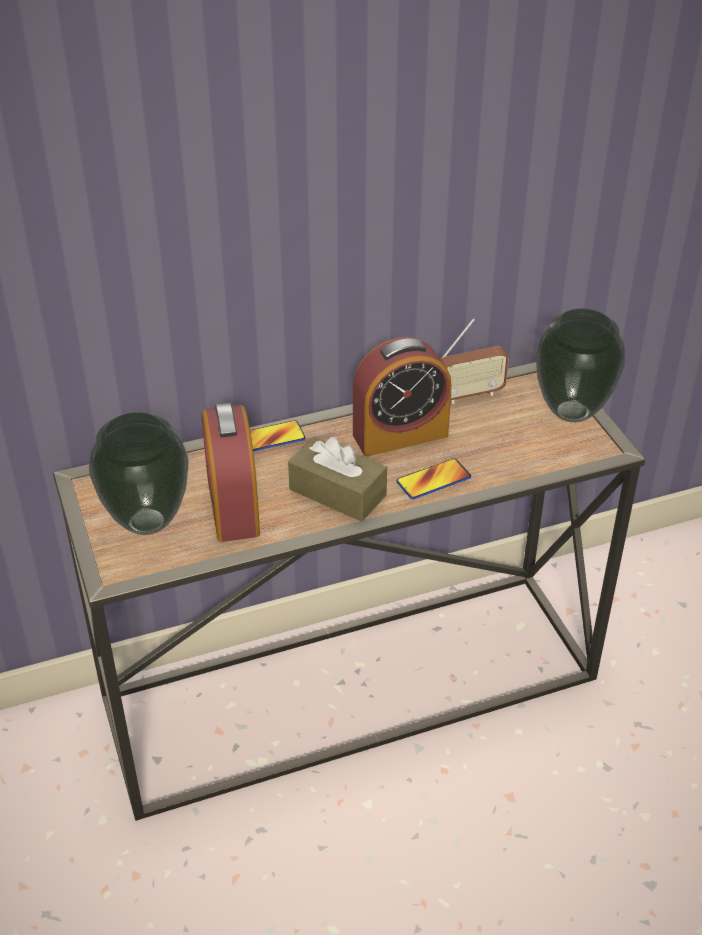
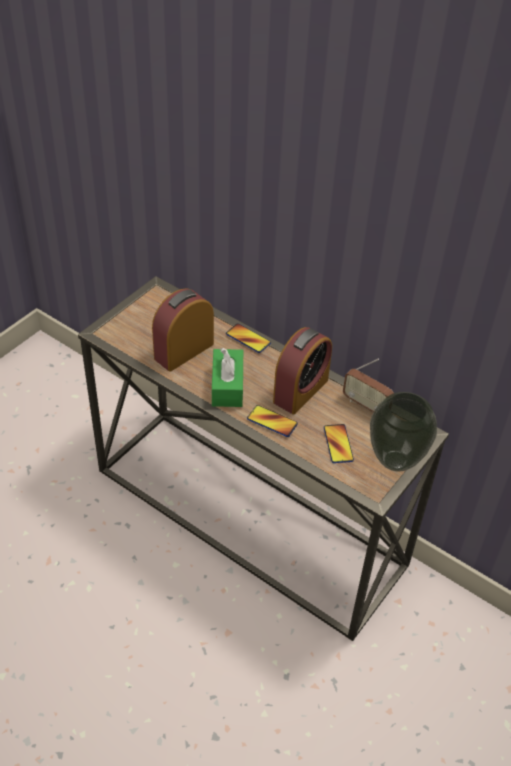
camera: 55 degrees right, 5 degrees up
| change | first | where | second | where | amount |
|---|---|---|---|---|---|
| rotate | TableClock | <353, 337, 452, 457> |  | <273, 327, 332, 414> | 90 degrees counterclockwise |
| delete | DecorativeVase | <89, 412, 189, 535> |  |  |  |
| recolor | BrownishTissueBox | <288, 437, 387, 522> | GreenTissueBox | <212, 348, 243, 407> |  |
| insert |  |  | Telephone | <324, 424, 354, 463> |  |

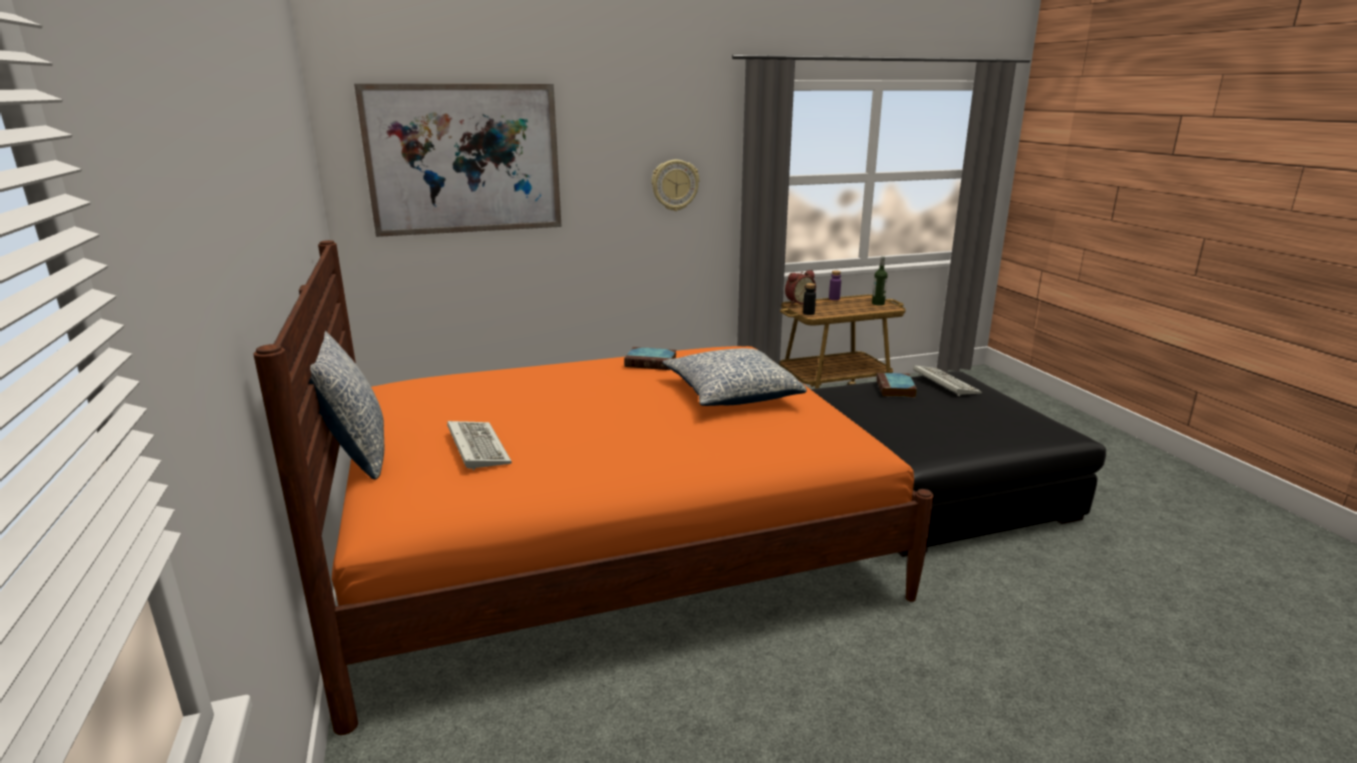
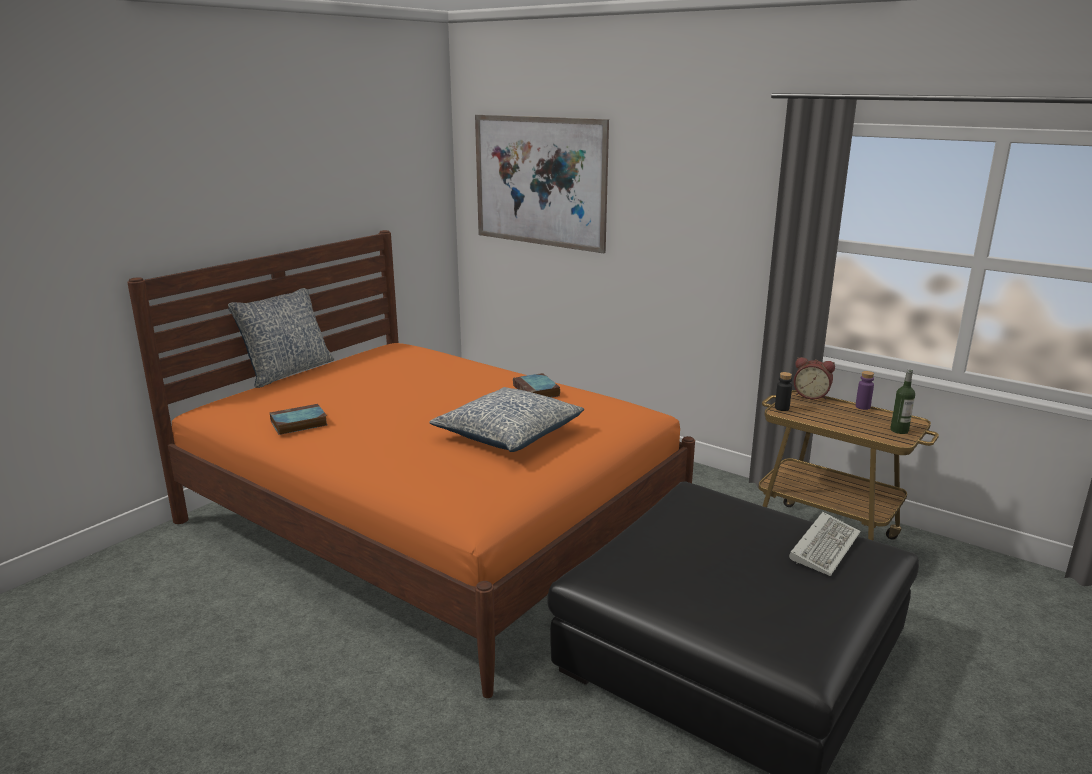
camera: 55 degrees right, 0 degrees up
| change | first | where | second | where | amount |
|---|---|---|---|---|---|
| delete | WallClock | <652, 160, 699, 211> |  |  |  |
| move | Volume | <876, 373, 917, 398> |  | <270, 404, 328, 435> |  |
| delete | ComputerKeyboard | <447, 421, 512, 470> |  |  |  |

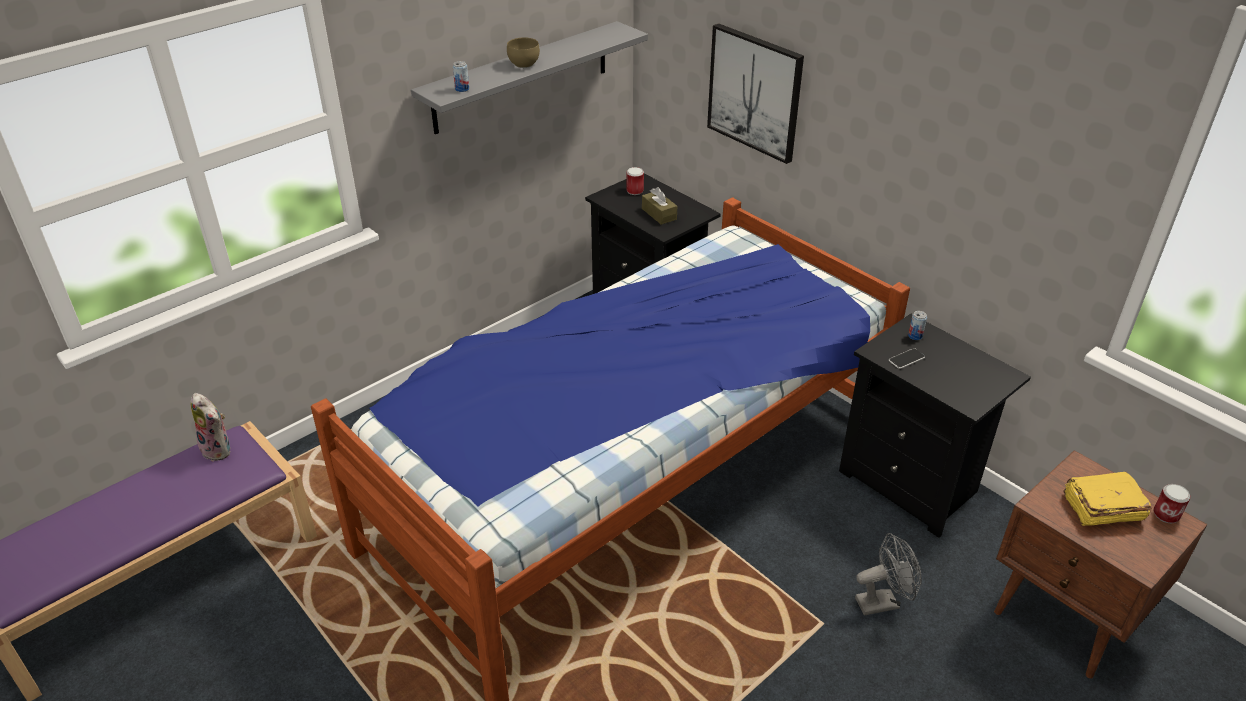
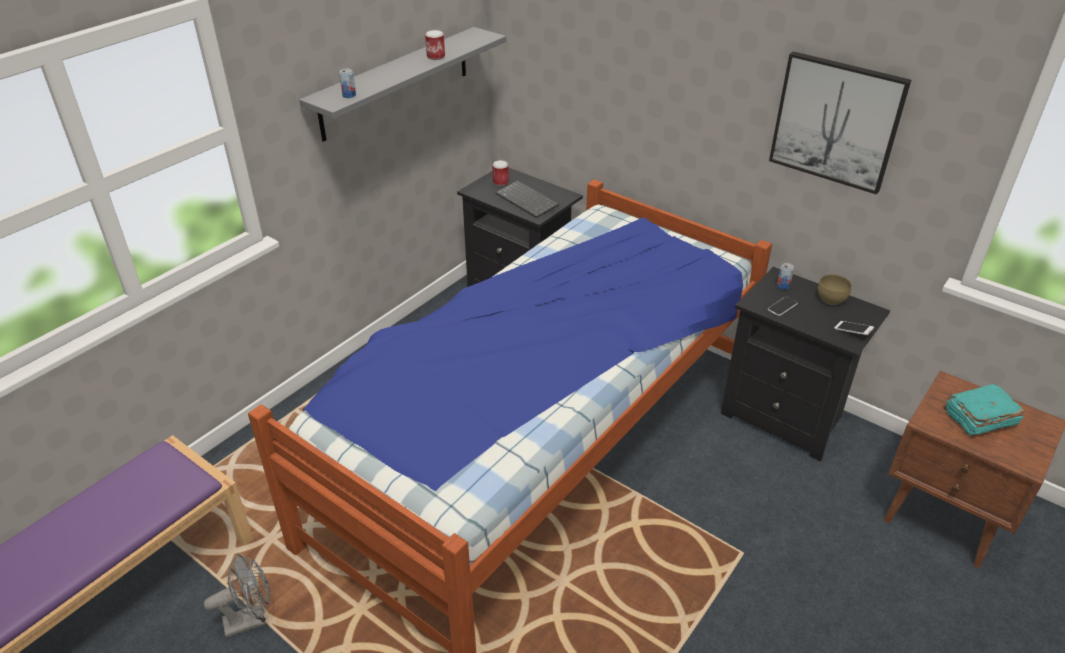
camera: 10 degrees left, 0 degrees up
| change | first | where | second | where | amount |
|---|---|---|---|---|---|
| move | Picture | <707, 23, 804, 164> |  | <769, 51, 911, 194> |  |
| move | BrownishServingBowl | <507, 37, 540, 68> |  | <818, 274, 852, 305> |  |
| replace | BrownishTissueBox | <642, 187, 677, 225> | ComputerKeyboard | <496, 180, 559, 218> |  |
| delete | CuddlyToy | <191, 393, 231, 462> |  |  |  |
| recolor | YellowColouredVolume | <1064, 472, 1152, 526> | TurquoiseColouredVolume | <944, 384, 1025, 436> |  |
| move | SealedCan | <1154, 484, 1190, 523> |  | <425, 30, 445, 60> |  |
| move | GrayFan | <855, 533, 922, 616> |  | <204, 554, 270, 638> |  |
| insert |  |  | Telephone | <834, 321, 874, 335> |  |

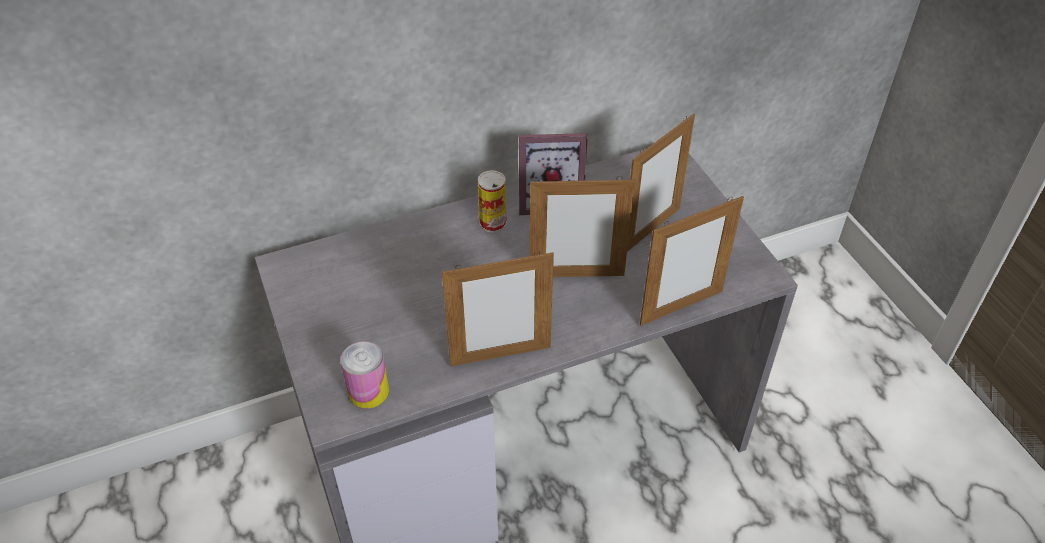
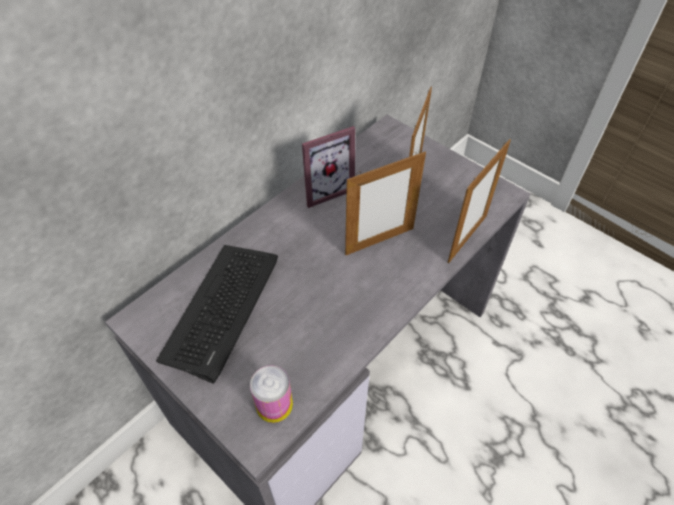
camera: 25 degrees left, 5 degrees up
| change | first | where | second | where | amount |
|---|---|---|---|---|---|
| delete | SealedCan | <478, 170, 506, 233> |  |  |  |
| delete | PhotoFrame | <442, 251, 554, 366> |  |  |  |
| insert |  |  | ComputerKeyboard | <156, 245, 278, 384> |  |

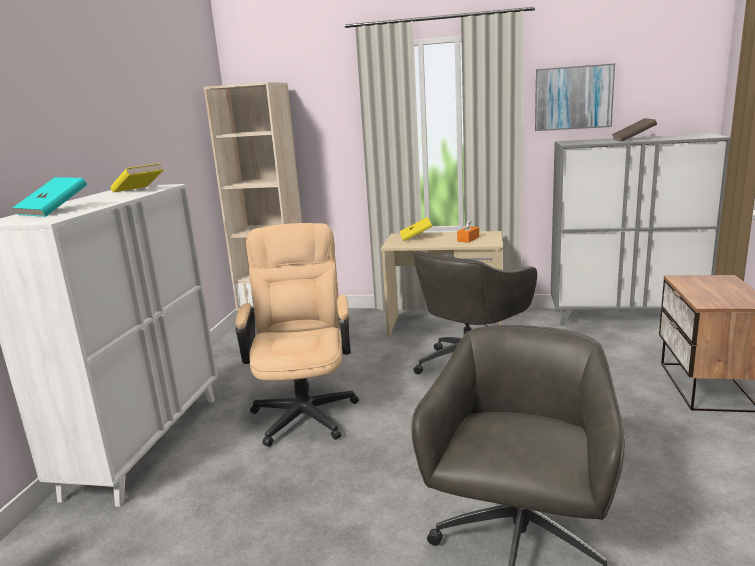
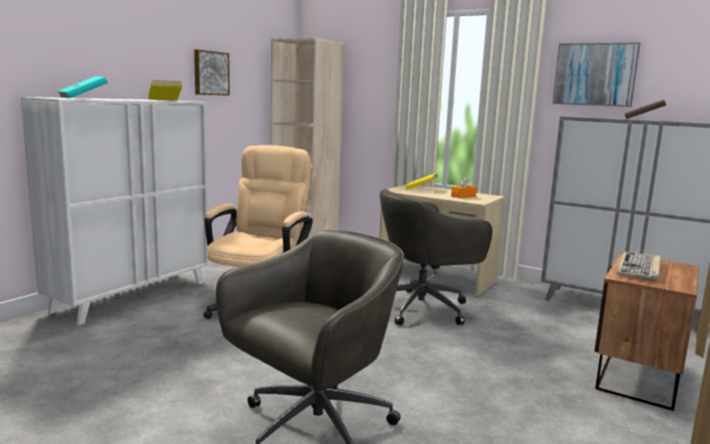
camera: 20 degrees right, 5 degrees down
| change | first | where | second | where | amount |
|---|---|---|---|---|---|
| insert |  |  | Picture | <194, 50, 230, 96> |  |
| insert |  |  | ComputerKeyboard | <617, 252, 661, 282> |  |

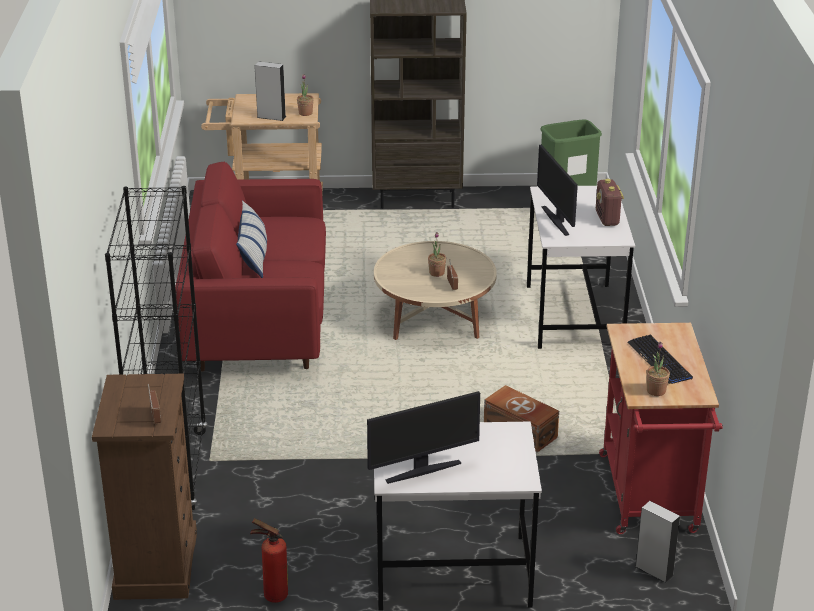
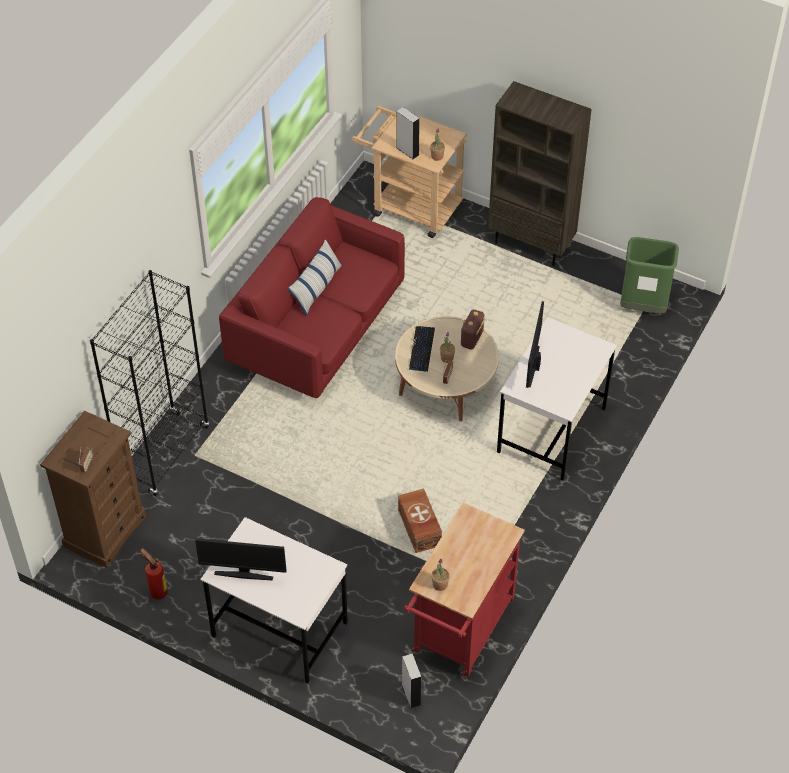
camera: 30 degrees right, 20 degrees up
| change | first | where | second | where | amount |
|---|---|---|---|---|---|
| move | RadioSet | <596, 179, 624, 226> |  | <461, 309, 485, 350> |  |
| move | ComputerKeyboard | <627, 334, 693, 384> |  | <409, 326, 435, 372> |  |

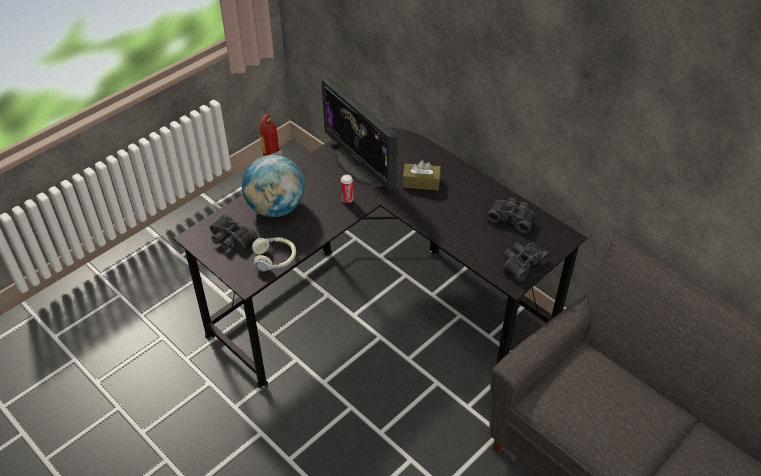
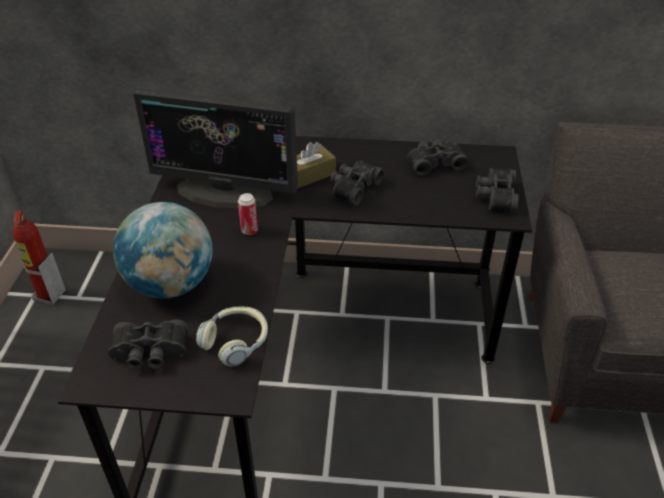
camera: 40 degrees left, 5 degrees down
| change | first | where | second | where | amount |
|---|---|---|---|---|---|
| insert |  |  | BlackColouredBinoculars | <330, 161, 385, 206> |  |

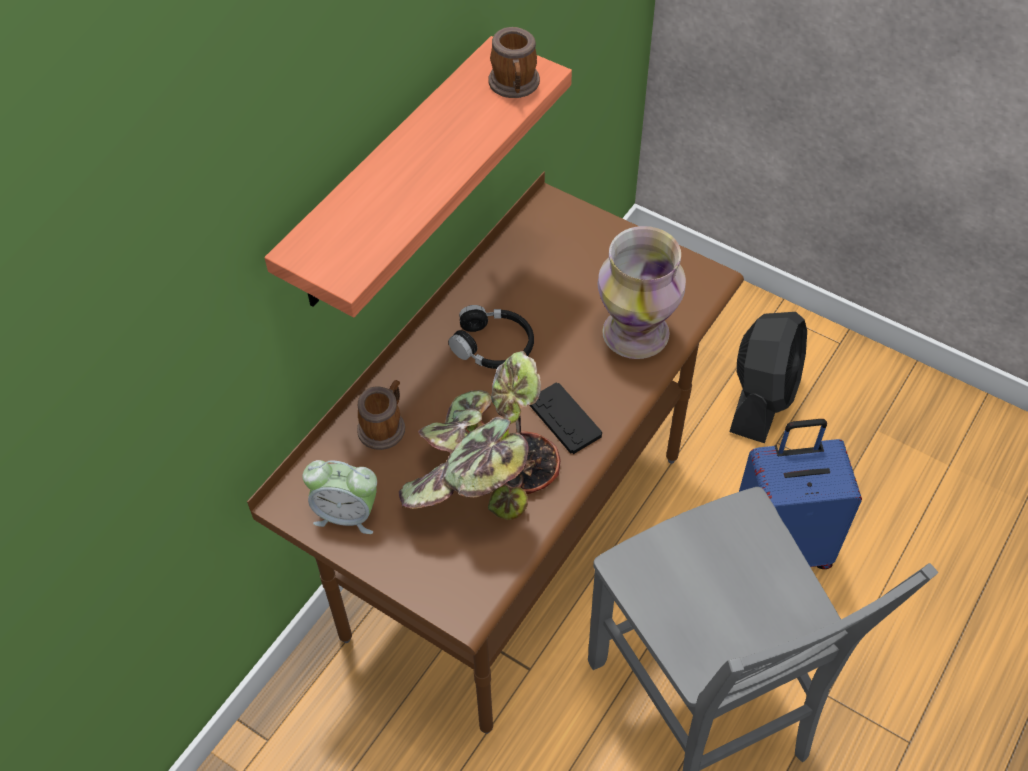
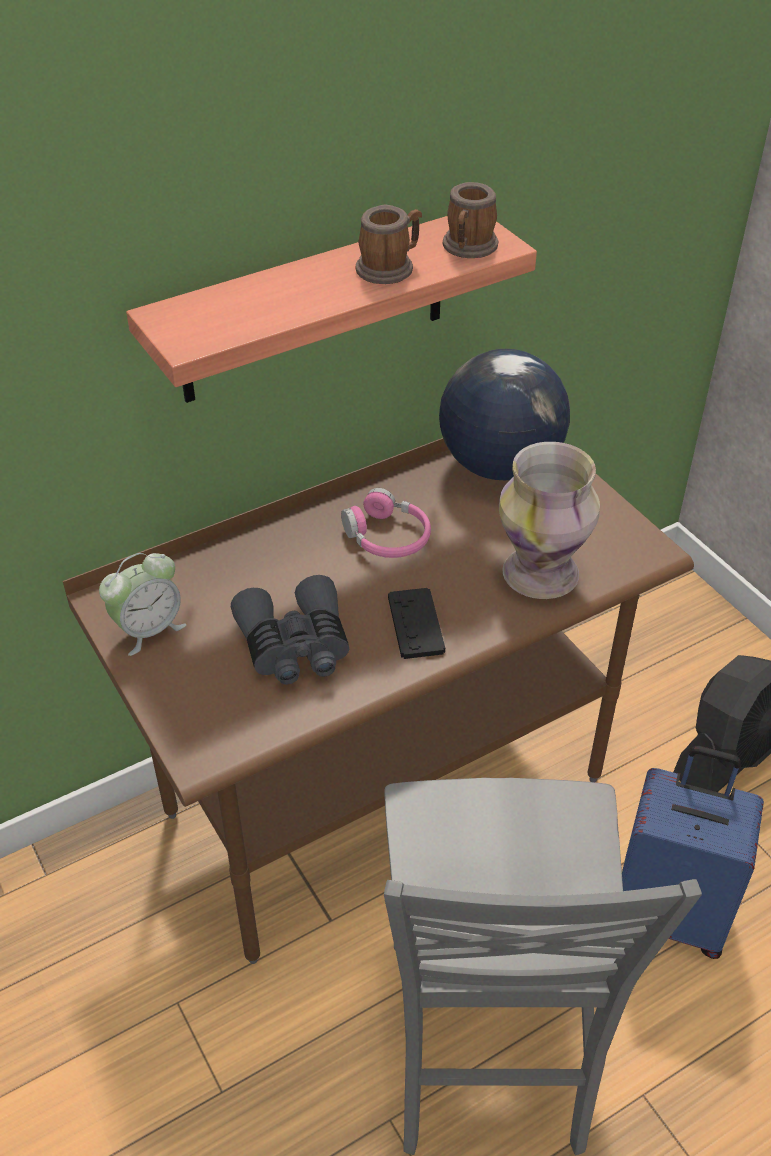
camera: 25 degrees right, 10 degrees down
| change | first | where | second | where | amount |
|---|---|---|---|---|---|
| recolor | BlackColouredPairOfHeadphones | <448, 305, 534, 369> | PinkishPairOfHeadphones | <341, 488, 431, 558> |  |
| replace | Houseplant | <399, 351, 561, 520> | GrayBinoculars | <231, 575, 349, 685> |  |
| move | Mug | <357, 380, 405, 450> |  | <355, 205, 422, 284> |  |
| rotate | TableClock | <303, 460, 377, 534> |  | <99, 553, 186, 656> | 75 degrees counterclockwise |
| insert |  |  | Globe | <439, 349, 570, 480> |  |

